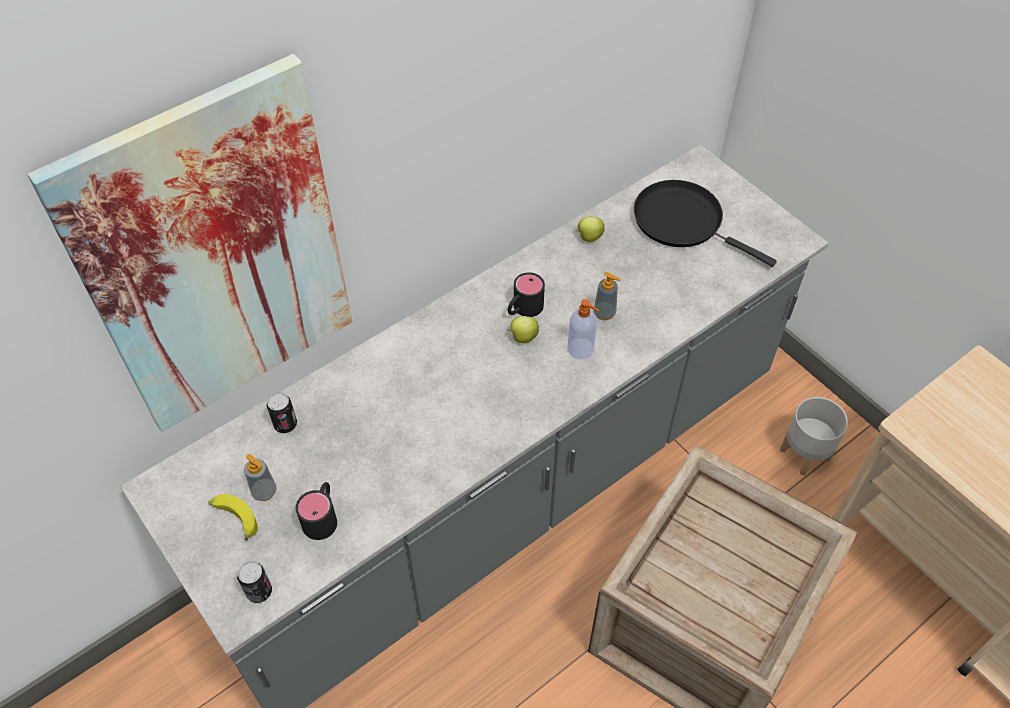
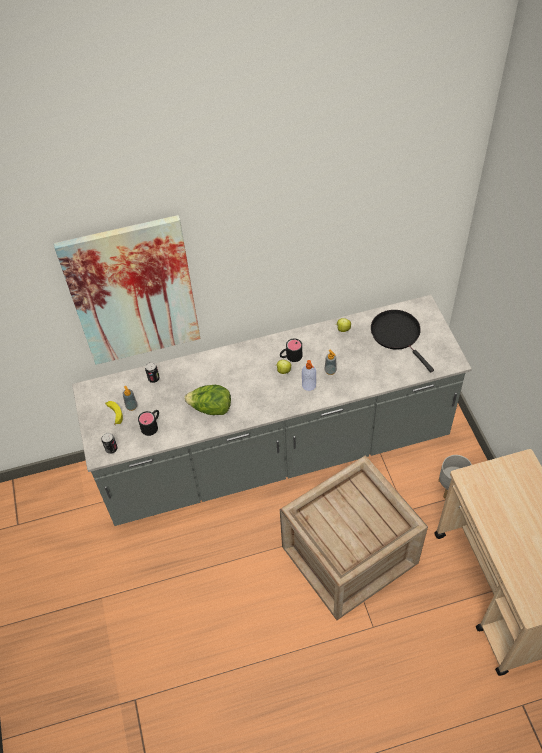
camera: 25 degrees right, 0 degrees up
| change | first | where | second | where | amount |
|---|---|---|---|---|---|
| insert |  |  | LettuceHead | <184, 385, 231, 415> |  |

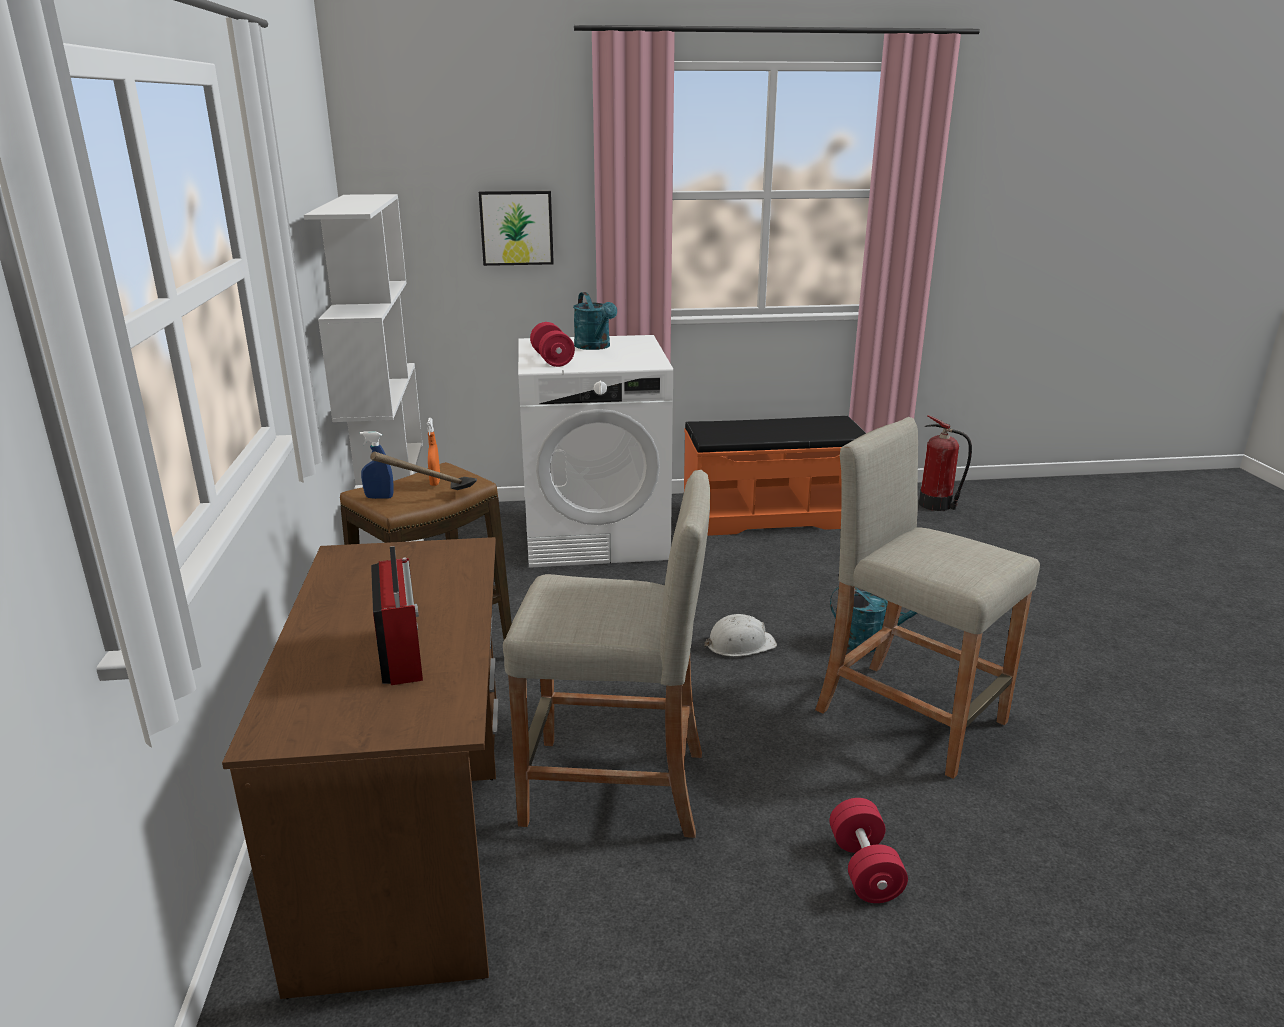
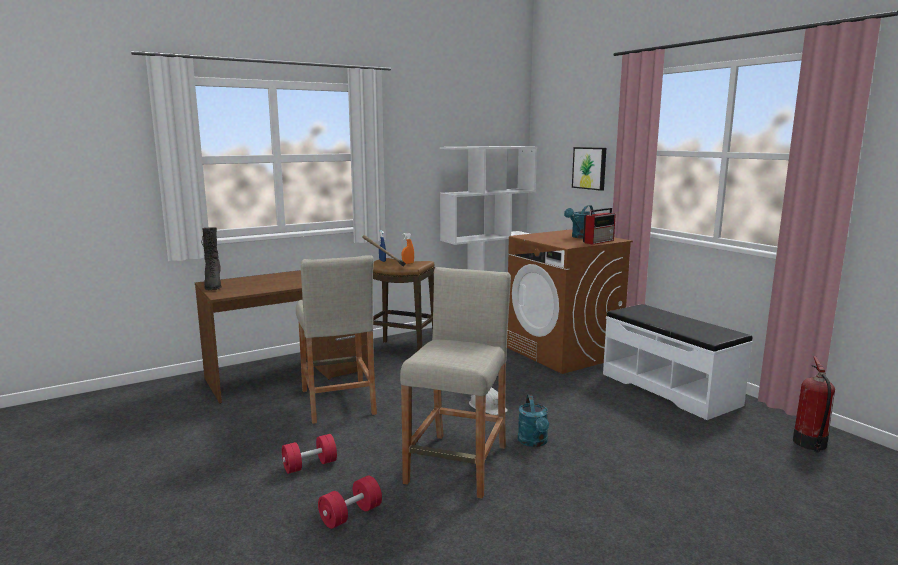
camera: 65 degrees right, 10 degrees down
| change | first | where | second | where | amount |
|---|---|---|---|---|---|
| move | RedColouredHandWeight | <530, 322, 575, 367> |  | <318, 476, 382, 529> |  |
| recolor | WhiteWashingMachine | <518, 335, 673, 568> | BrownishWashingMachine | <507, 229, 633, 374> |  |
| recolor | OrangeBench | <684, 416, 866, 536> | WhiteBench | <603, 304, 753, 420> |  |
| move | RadioSet | <371, 546, 423, 685> |  | <583, 208, 616, 244> |  |
| insert |  |  | BlackColouredHighTopBoot | <202, 227, 222, 290> |  |

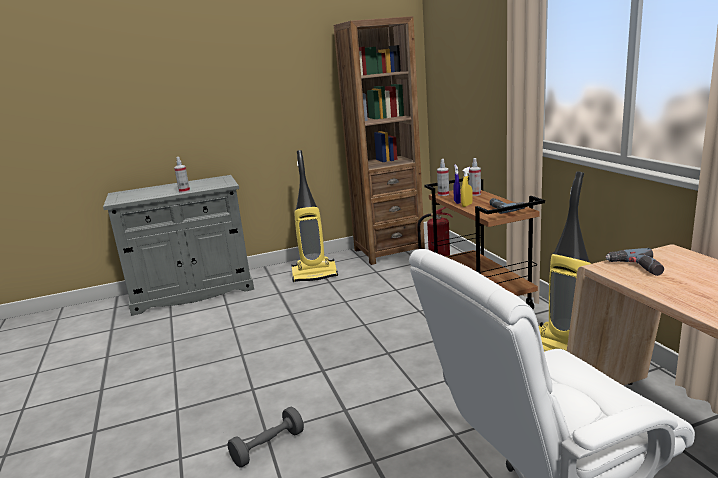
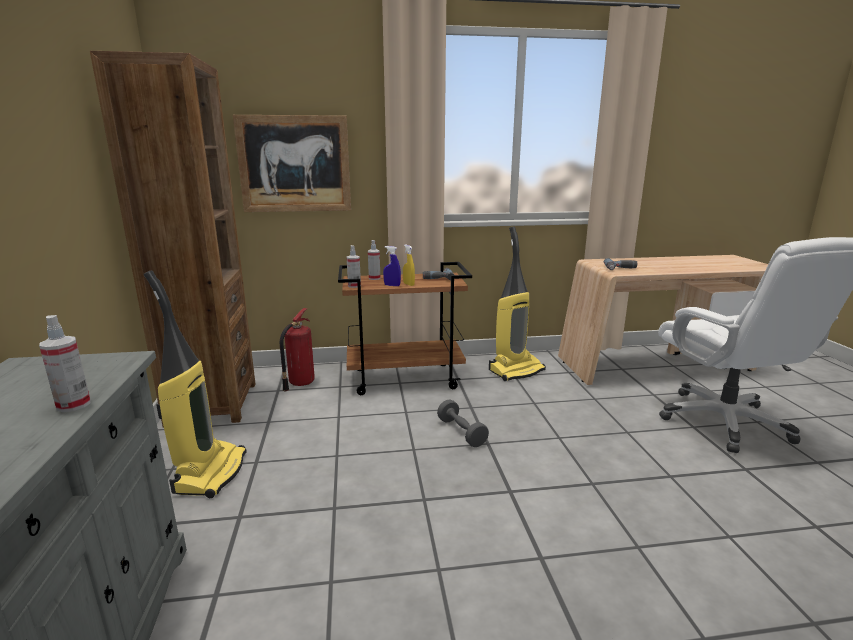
camera: 80 degrees left, 0 degrees up
| change | first | where | second | where | amount |
|---|---|---|---|---|---|
| move | GrayHandWeight | <227, 407, 304, 468> |  | <437, 400, 489, 447> |  |
| insert |  |  | Picture | <233, 115, 351, 212> |  |

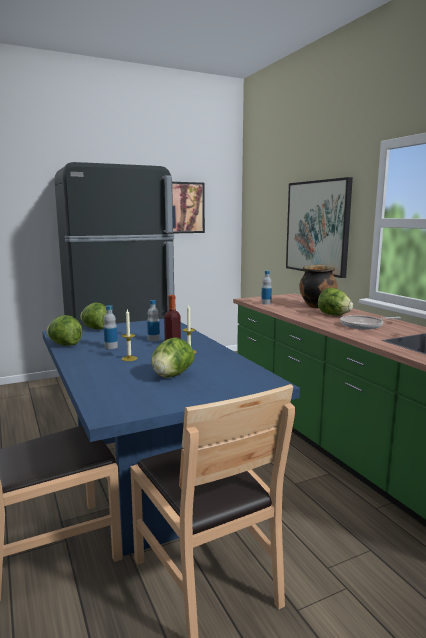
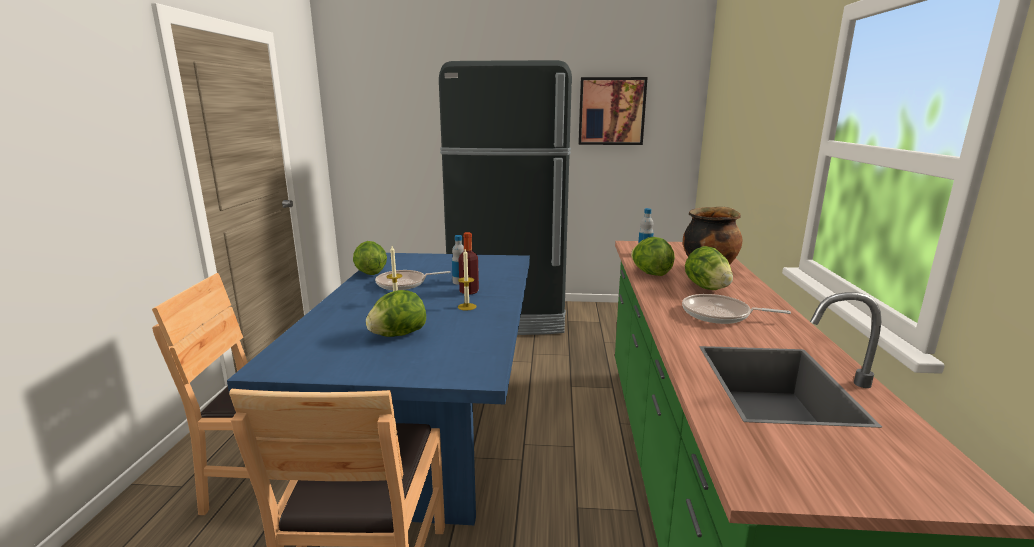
camera: 30 degrees right, 5 degrees up
| change | first | where | second | where | amount |
|---|---|---|---|---|---|
| delete | Picture | <286, 177, 353, 278> |  |  |  |
| move | LettuceHead | <80, 303, 107, 329> |  | <631, 237, 675, 276> |  |
| replace | BeverageBottle | <104, 305, 118, 349> | Skillet | <375, 270, 451, 290> |  |

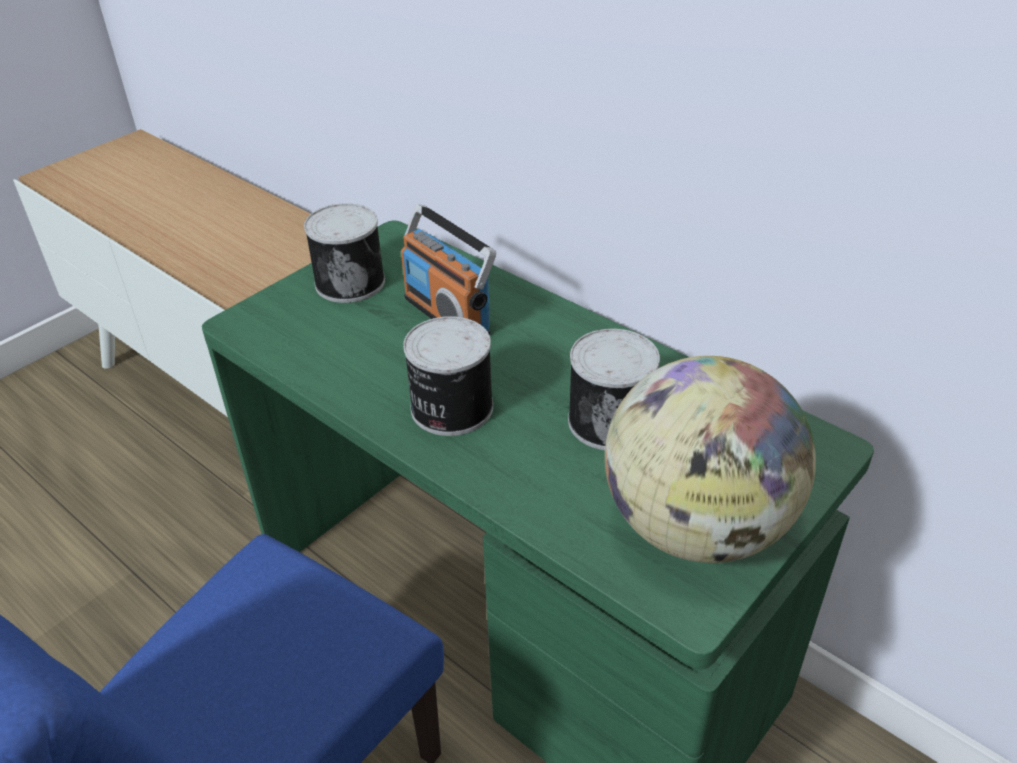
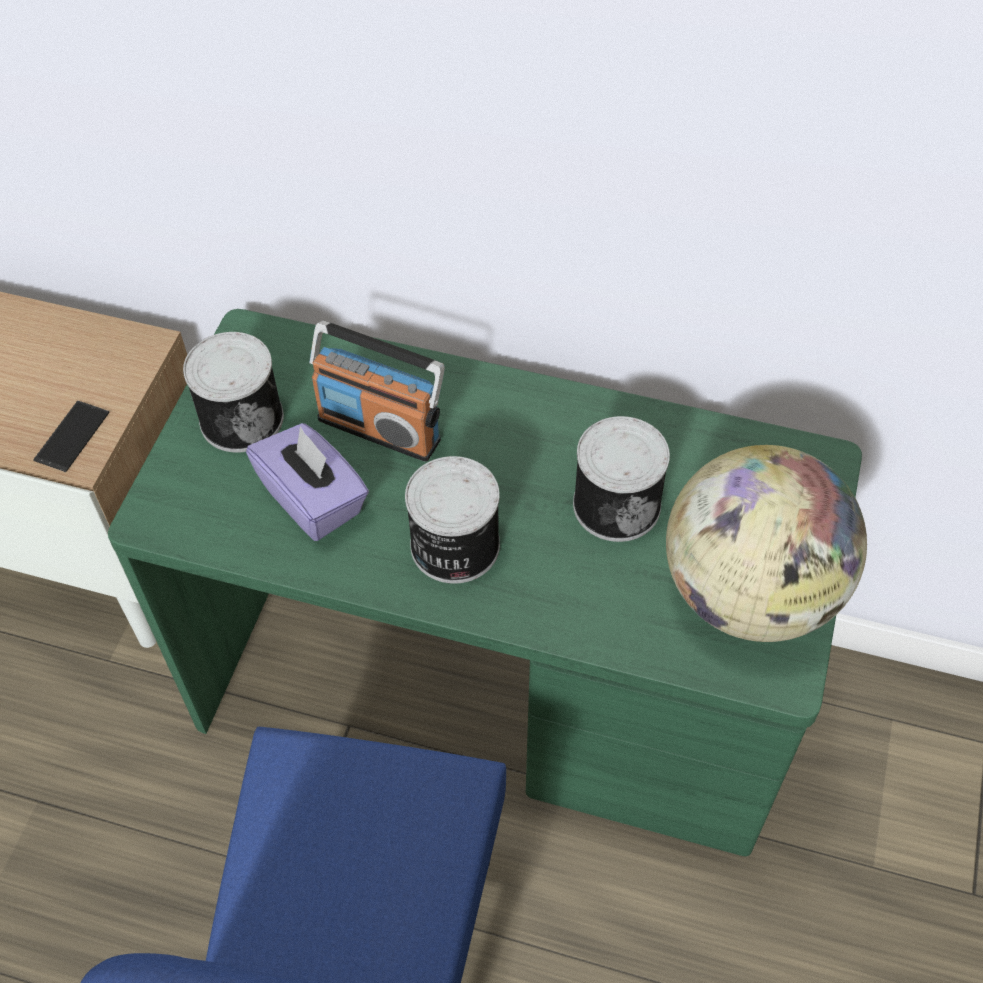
camera: 25 degrees left, 15 degrees up
| change | first | where | second | where | amount |
|---|---|---|---|---|---|
| insert |  |  | Telephone | <33, 400, 110, 472> |  |
| insert |  |  | PurpleTissueBox | <246, 423, 369, 541> |  |

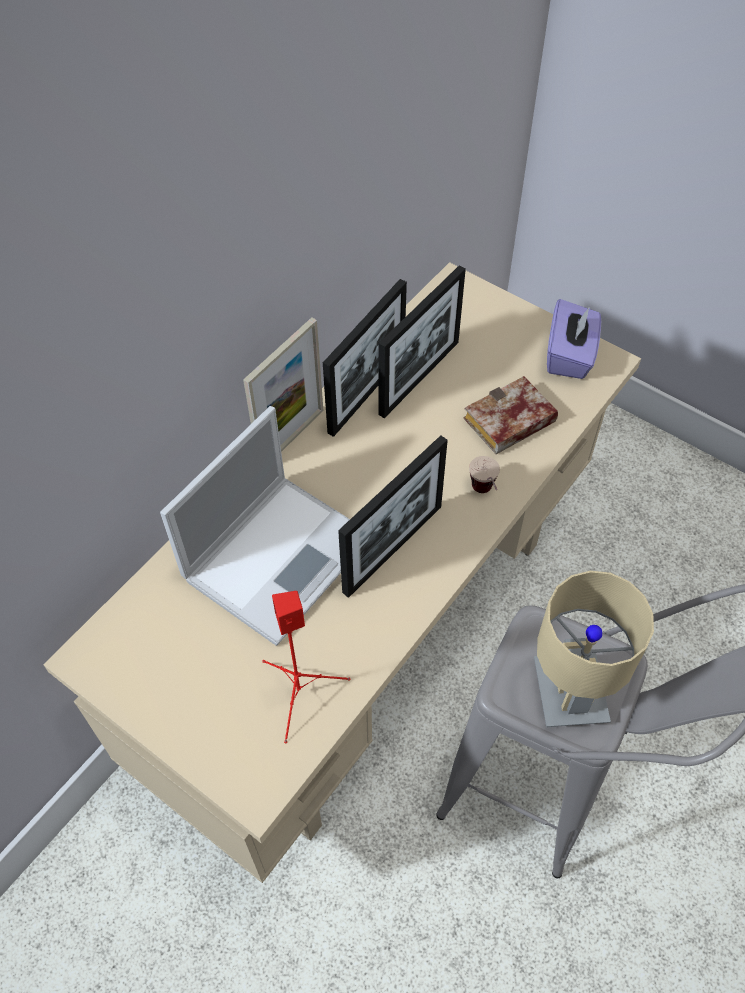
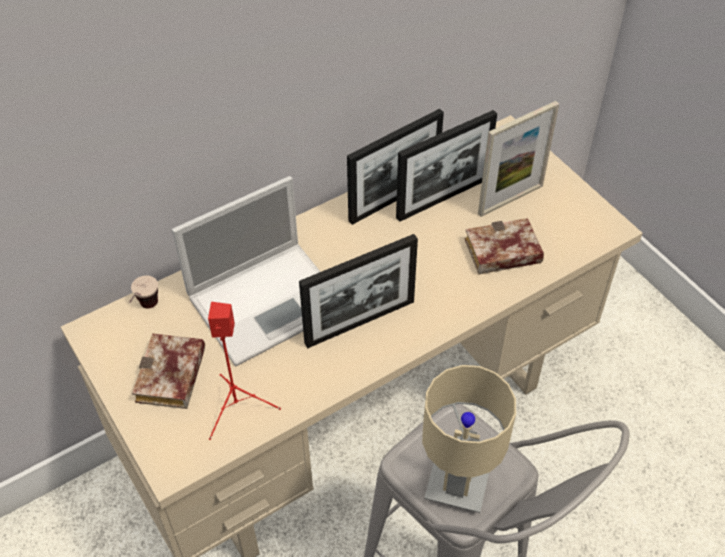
camera: 20 degrees right, 5 degrees down
| change | first | where | second | where | amount |
|---|---|---|---|---|---|
| delete | PurpleTissueBox | <547, 299, 601, 379> |  |  |  |
| move | PhotoFrame | <243, 317, 323, 452> |  | <478, 101, 559, 217> |  |
| move | SmallCup | <469, 456, 500, 493> |  | <129, 275, 158, 308> |  |
| insert |  |  | Volume | <132, 333, 205, 409> |  |

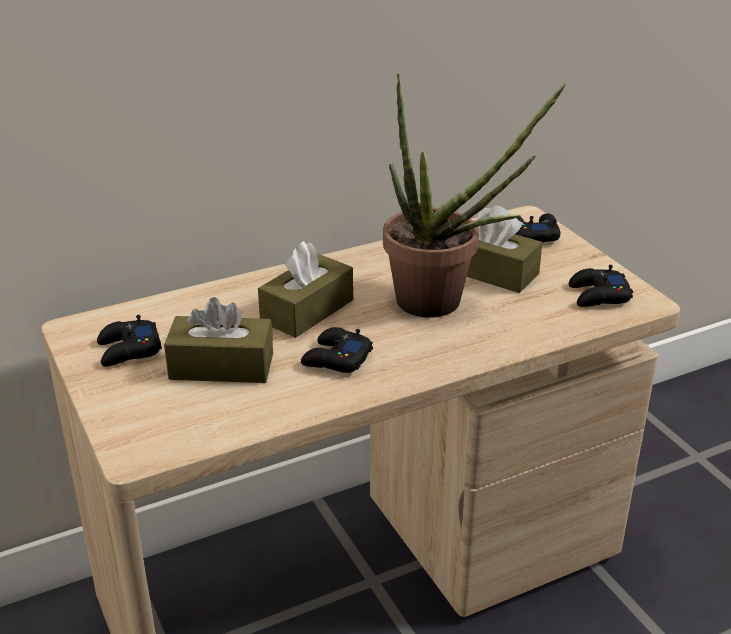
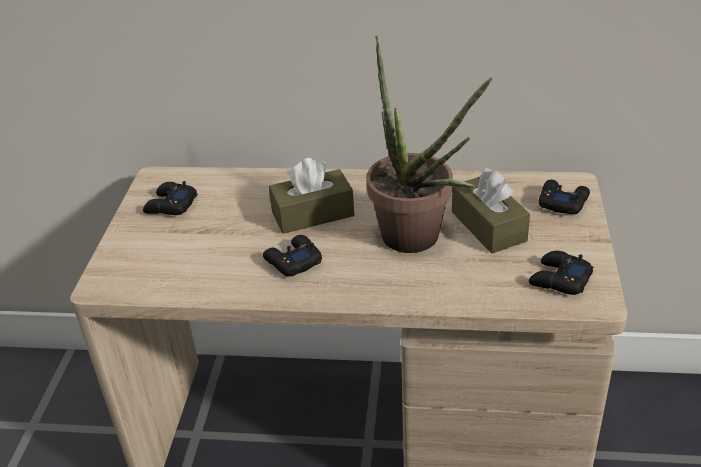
camera: 35 degrees right, 5 degrees up
| change | first | where | second | where | amount |
|---|---|---|---|---|---|
| delete | BrownishTissueBox | <164, 297, 273, 383> |  |  |  |

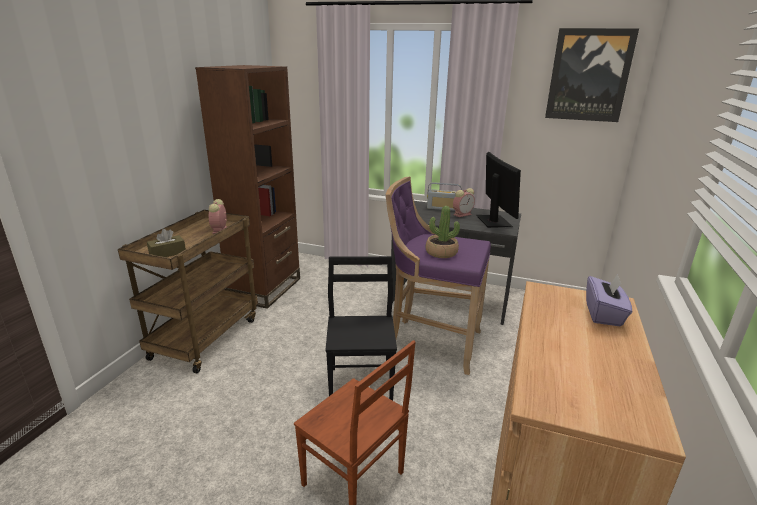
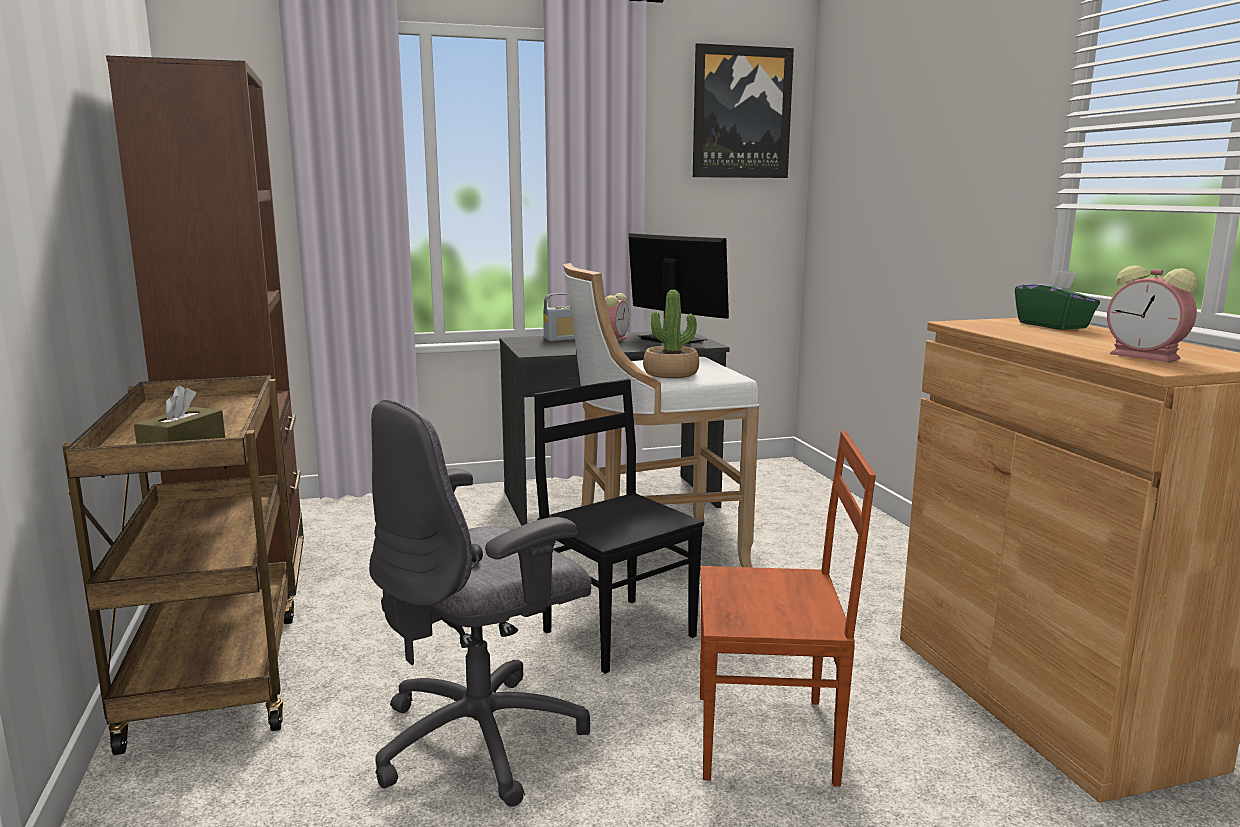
camera: 35 degrees left, 10 degrees down
| change | first | where | second | where | amount |
|---|---|---|---|---|---|
| recolor | PurpleSittingStool | <386, 177, 491, 375> | WhiteSittingStool | <563, 263, 759, 567> |  |
| move | TableClock | <209, 199, 227, 234> |  | <1107, 265, 1198, 362> |  |
| recolor | PurpleTissueBox | <586, 274, 632, 326> | GreenTissueBox | <1015, 270, 1100, 330> |  |
| insert |  |  | GrayOfficeChair | <369, 400, 591, 807> |  |

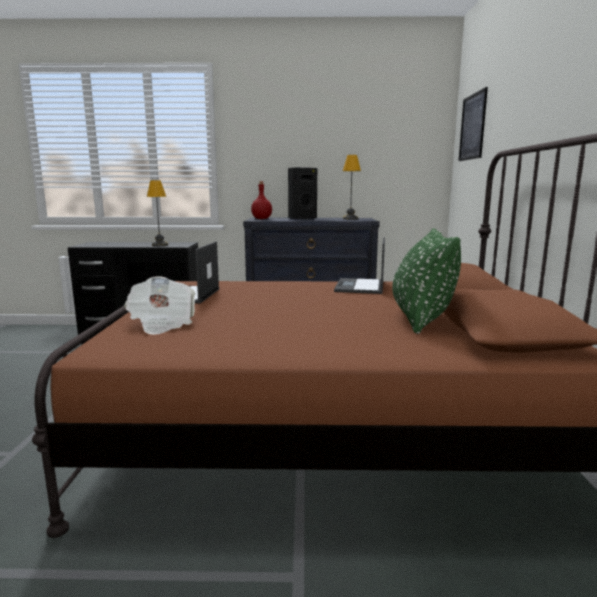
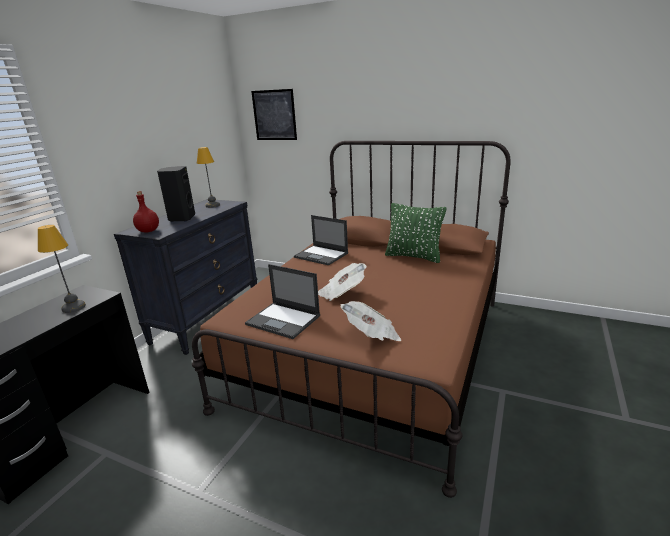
camera: 65 degrees left, 10 degrees up
| change | first | where | second | where | amount |
|---|---|---|---|---|---|
| insert |  |  | DailyPaper | <318, 263, 367, 301> |  |

